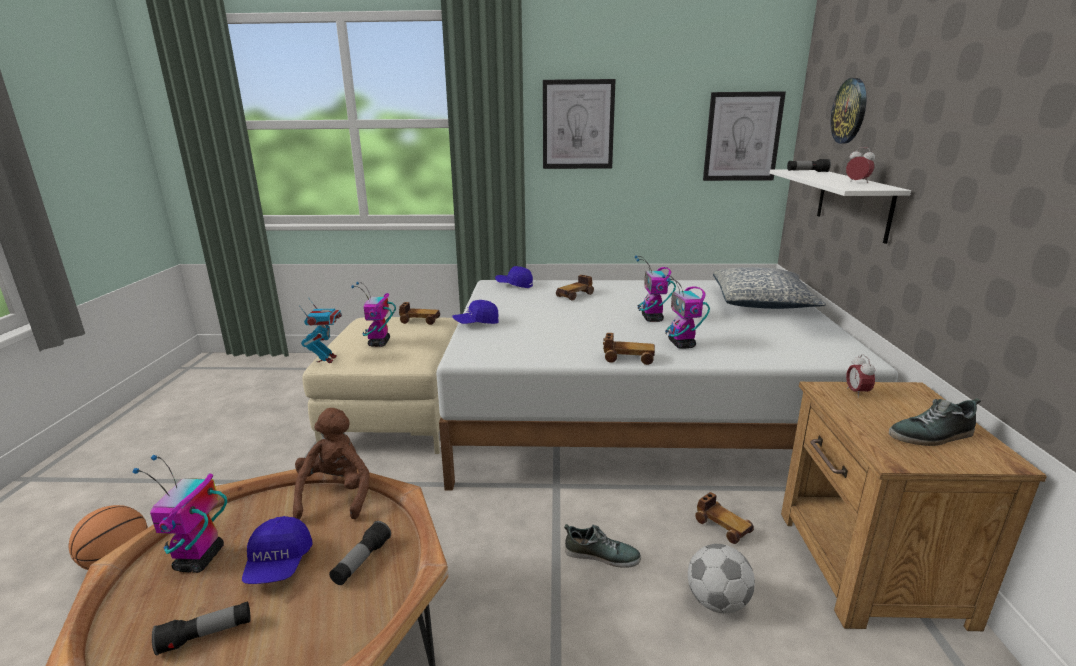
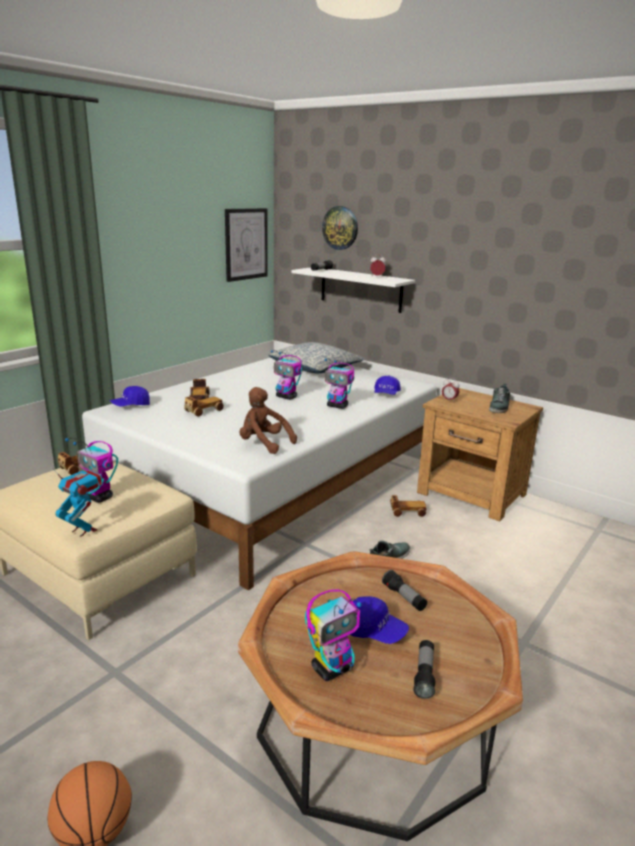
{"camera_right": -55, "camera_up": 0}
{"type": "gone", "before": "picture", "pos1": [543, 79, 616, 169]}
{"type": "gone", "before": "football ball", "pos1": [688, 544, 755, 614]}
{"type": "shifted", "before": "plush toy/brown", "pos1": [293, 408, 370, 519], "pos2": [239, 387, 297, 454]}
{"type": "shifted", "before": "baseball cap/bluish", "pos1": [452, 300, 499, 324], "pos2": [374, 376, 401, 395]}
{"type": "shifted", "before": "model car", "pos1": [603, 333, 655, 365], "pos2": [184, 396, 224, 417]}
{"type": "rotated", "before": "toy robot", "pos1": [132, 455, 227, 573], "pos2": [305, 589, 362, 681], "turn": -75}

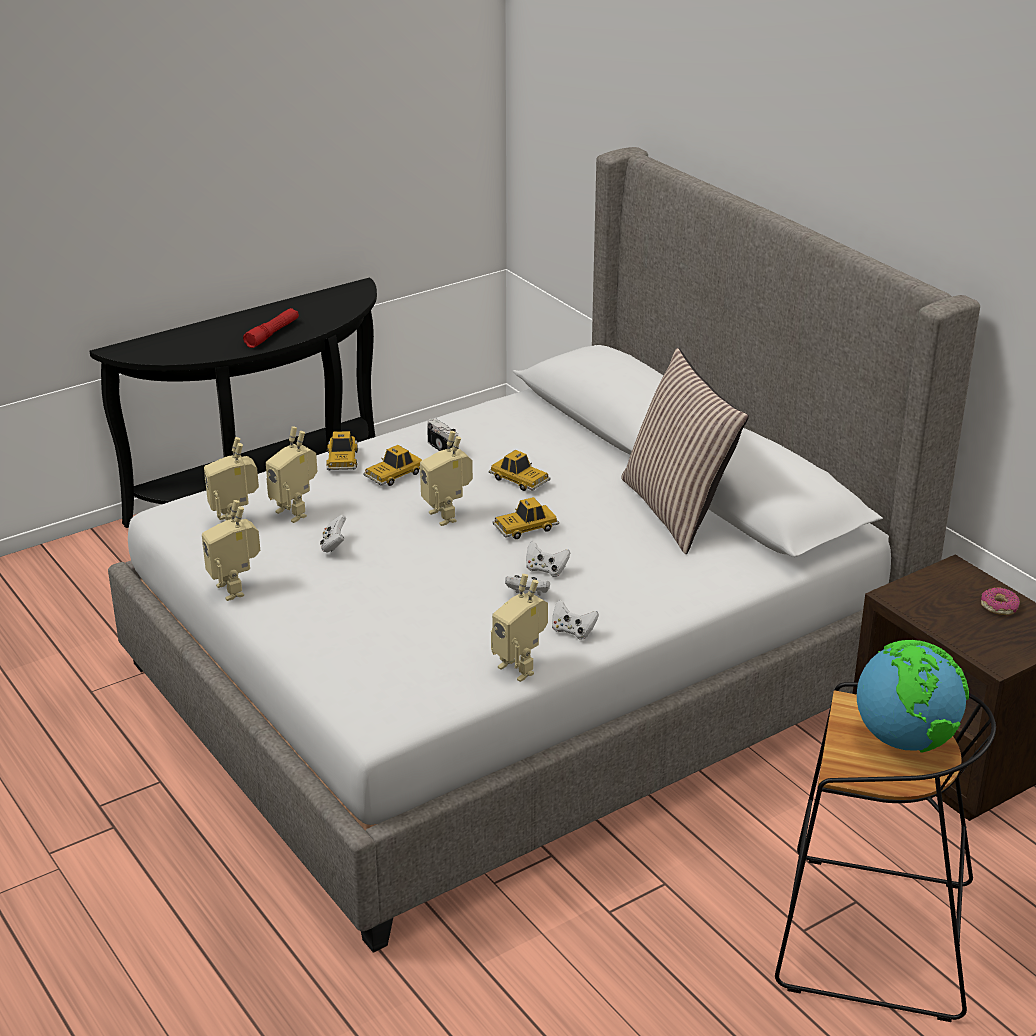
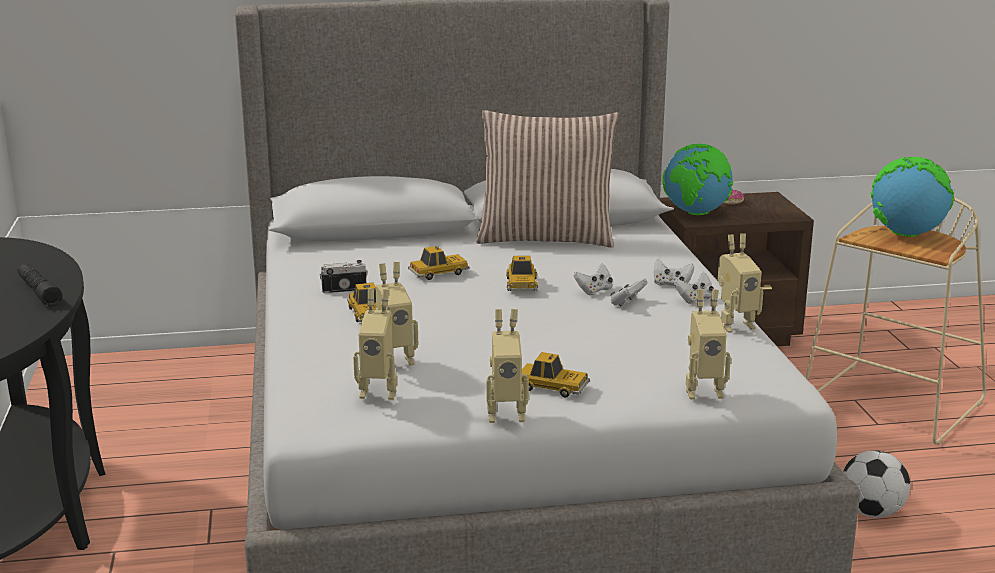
{"camera_right": -65, "camera_up": -10}
{"type": "new", "after": "world globe", "pos2": [662, 144, 733, 215]}
{"type": "new", "after": "football ball", "pos2": [843, 450, 910, 518]}
{"type": "shifted", "before": "game controller/whitish", "pos1": [320, 515, 346, 553], "pos2": [654, 259, 694, 286]}
{"type": "shifted", "before": "model car", "pos1": [326, 431, 358, 470], "pos2": [522, 352, 590, 397]}
{"type": "shifted", "before": "toy robot", "pos1": [420, 431, 473, 526], "pos2": [686, 289, 731, 399]}
{"type": "repainted", "before": "torch/red-coloured", "after": "torch/black", "pos1": [243, 308, 299, 348], "pos2": [17, 264, 62, 306]}
{"type": "repainted", "before": "stool seat/black", "after": "stool seat/beige-coloured", "pos1": [775, 682, 996, 1022], "pos2": [805, 198, 986, 445]}

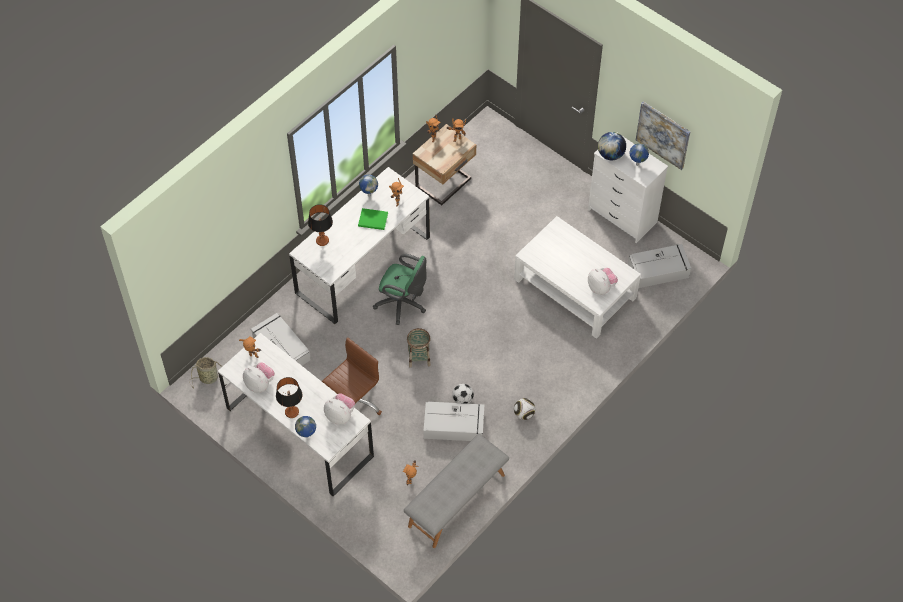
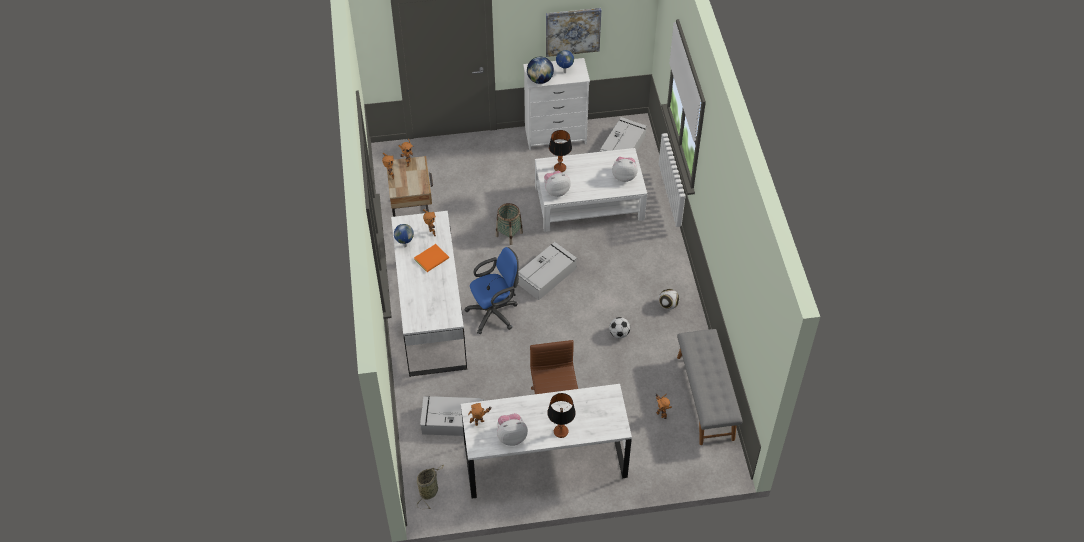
{"camera_right": -50, "camera_up": -5}
{"type": "gone", "before": "world globe", "pos1": [295, 416, 316, 438]}
{"type": "shifted", "before": "tabletop lamp", "pos1": [308, 204, 333, 246], "pos2": [549, 130, 572, 172]}
{"type": "shifted", "before": "plush toy", "pos1": [324, 394, 355, 425], "pos2": [544, 171, 571, 197]}
{"type": "shifted", "before": "household basket", "pos1": [407, 328, 431, 368], "pos2": [496, 203, 523, 245]}
{"type": "shifted", "before": "storage box/gray", "pos1": [424, 402, 484, 441], "pos2": [518, 242, 577, 300]}
{"type": "repainted", "before": "bound book/greenish", "after": "bound book/orangey", "pos1": [358, 208, 388, 230], "pos2": [414, 244, 449, 272]}
{"type": "repainted", "before": "desk chair/greenish", "after": "desk chair/bluish", "pos1": [373, 254, 427, 325], "pos2": [464, 247, 519, 334]}

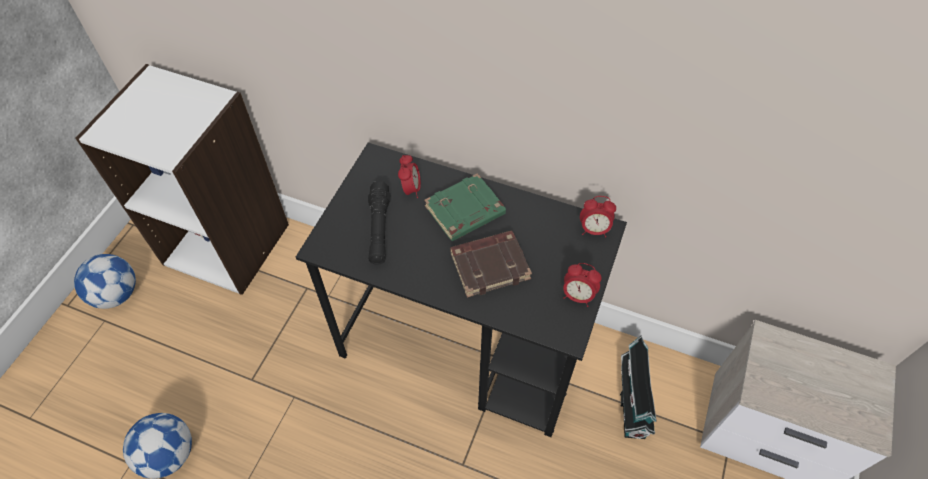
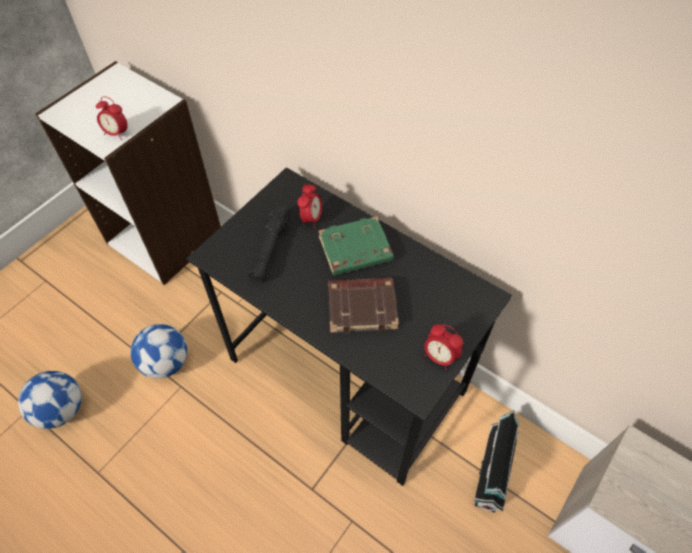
{"camera_right": 15, "camera_up": 0}
{"type": "shifted", "before": "football ball", "pos1": [74, 254, 136, 309], "pos2": [131, 324, 187, 379]}
{"type": "shifted", "before": "table clock", "pos1": [580, 196, 616, 237], "pos2": [96, 96, 128, 140]}

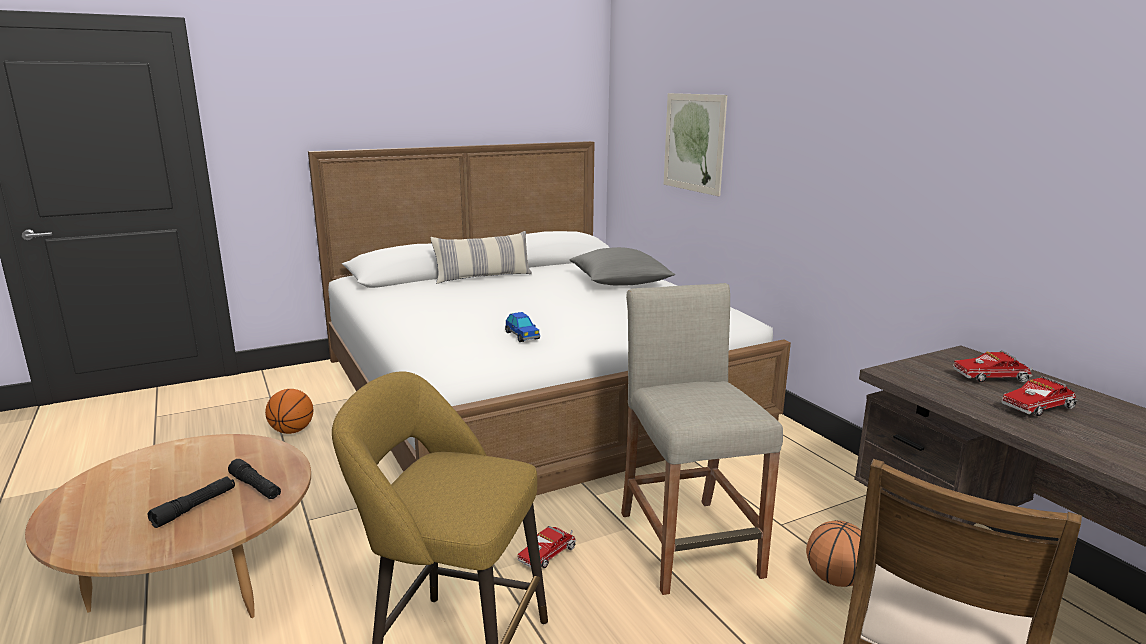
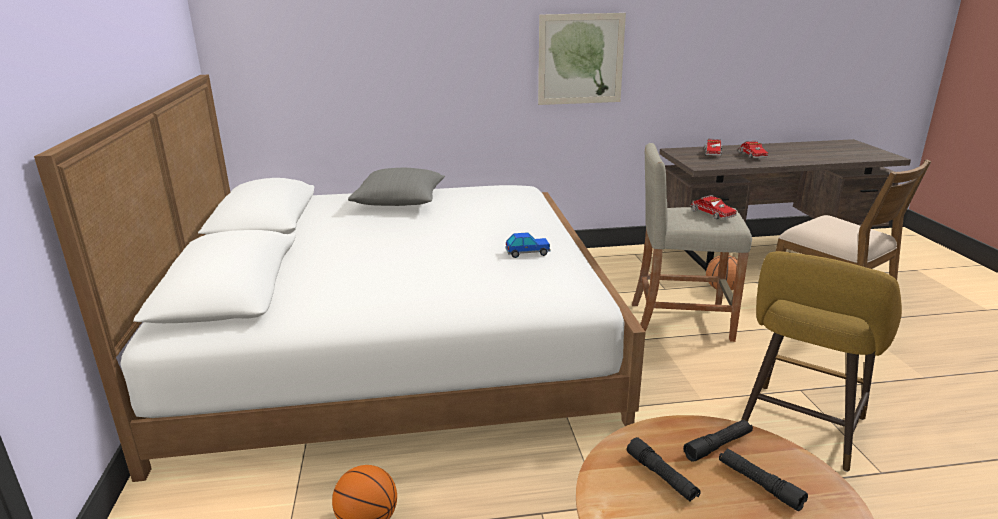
{"camera_right": -70, "camera_up": 5}
{"type": "gone", "before": "throw pillow", "pos1": [430, 231, 532, 284]}
{"type": "new", "after": "torch/black", "pos2": [627, 437, 701, 502]}
{"type": "shifted", "before": "toy lorry", "pos1": [517, 526, 577, 569], "pos2": [690, 195, 737, 219]}
{"type": "shifted", "before": "picture", "pos1": [664, 93, 727, 196], "pos2": [538, 13, 626, 105]}

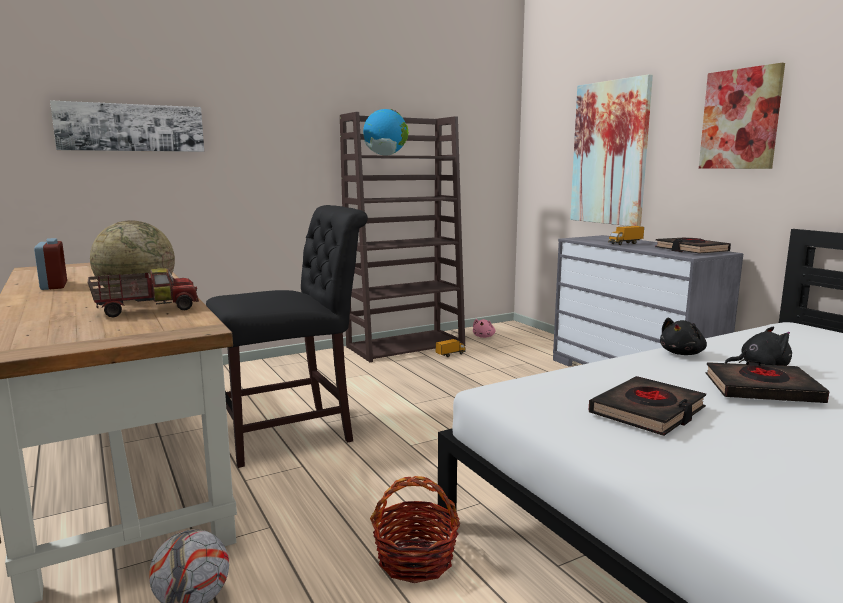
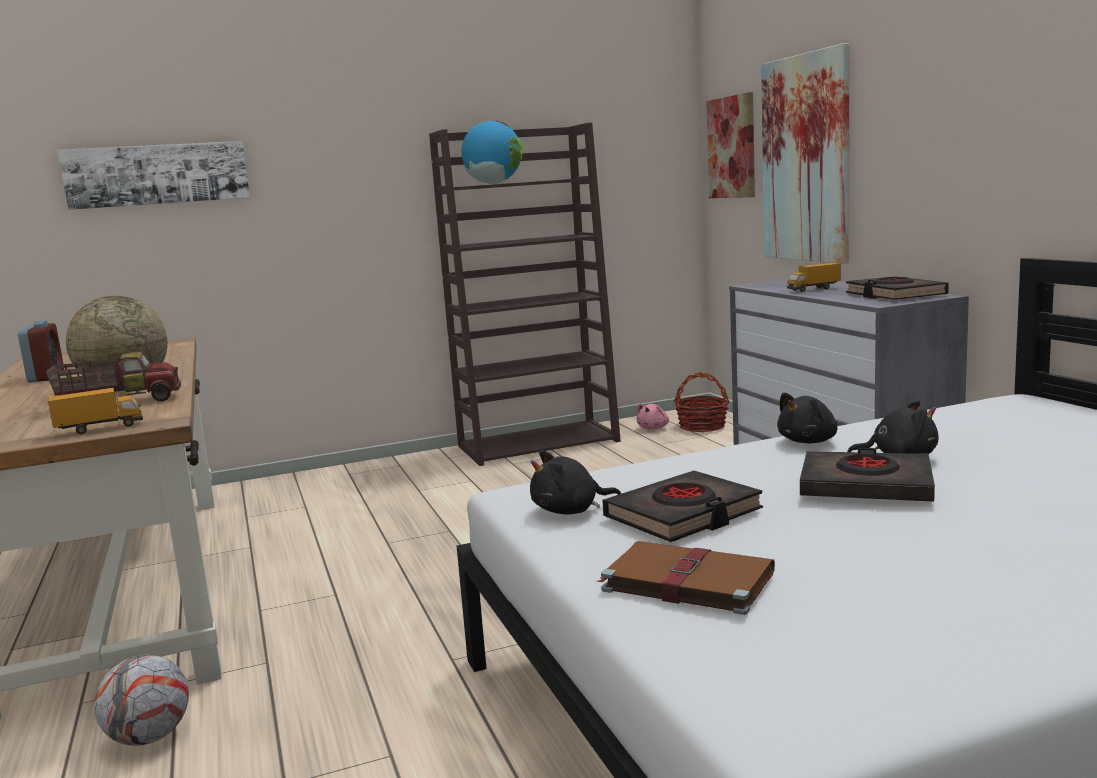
{"camera_right": 10, "camera_up": 0}
{"type": "gone", "before": "upright chair/black", "pos1": [206, 205, 368, 468]}
{"type": "new", "after": "plush toy/black", "pos2": [530, 450, 621, 515]}
{"type": "new", "after": "bound book/brown", "pos2": [597, 541, 775, 615]}
{"type": "shifted", "before": "household basket", "pos1": [370, 476, 460, 583], "pos2": [673, 372, 729, 432]}
{"type": "shifted", "before": "toy lorry", "pos1": [436, 339, 466, 357], "pos2": [48, 388, 143, 434]}
{"type": "shifted", "before": "picture", "pos1": [699, 63, 785, 169], "pos2": [706, 92, 755, 198]}

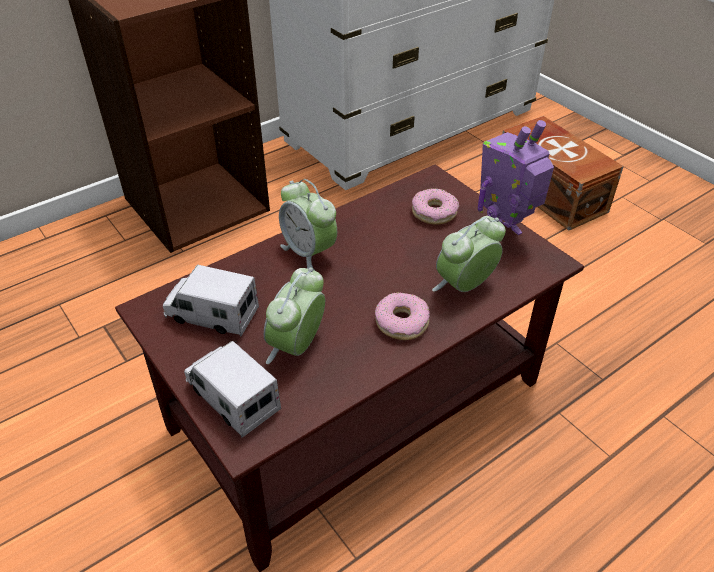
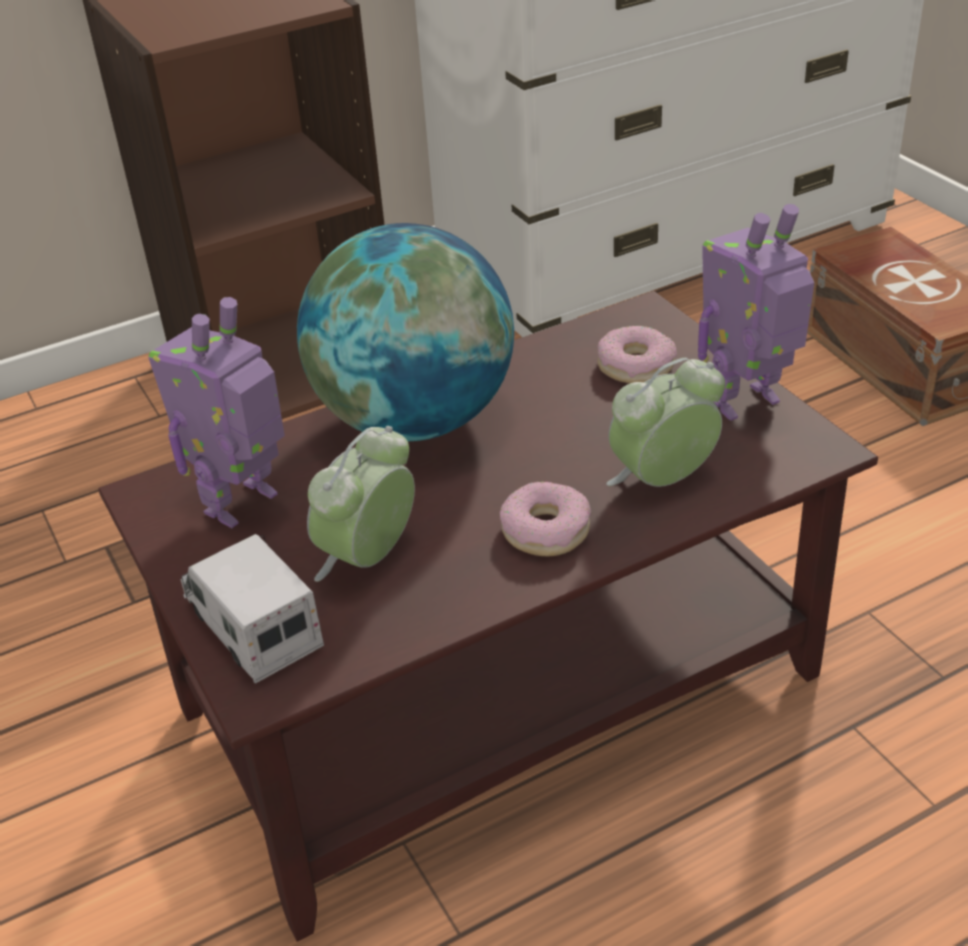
{"camera_right": 10, "camera_up": -5}
{"type": "swapped", "before": "toy lorry", "after": "toy robot", "pos1": [163, 265, 259, 336], "pos2": [148, 297, 285, 528]}
{"type": "swapped", "before": "table clock", "after": "world globe", "pos1": [279, 179, 337, 271], "pos2": [297, 223, 514, 441]}

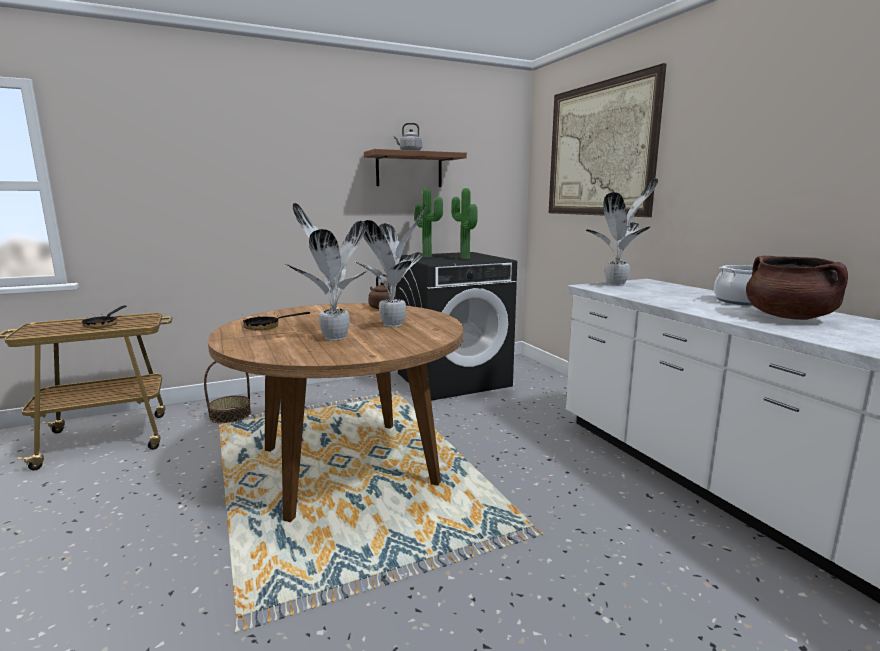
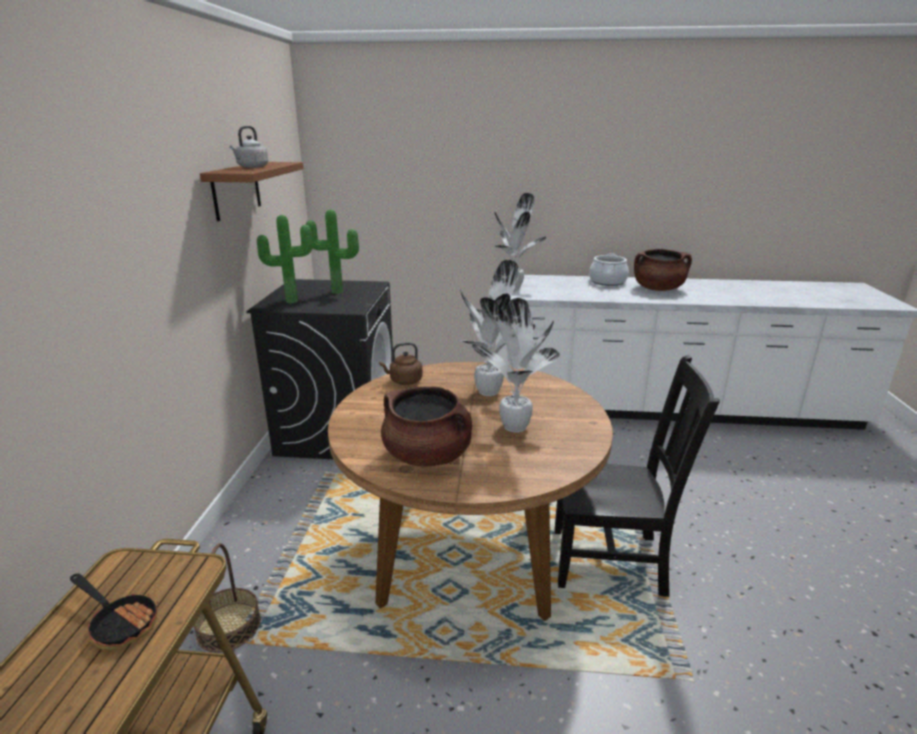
{"camera_right": -60, "camera_up": 10}
{"type": "gone", "before": "picture", "pos1": [549, 63, 667, 217]}
{"type": "new", "after": "upright chair/black", "pos2": [555, 355, 720, 597]}
{"type": "swapped", "before": "skillet", "after": "saucepot/brown", "pos1": [243, 312, 310, 330], "pos2": [381, 387, 472, 466]}

